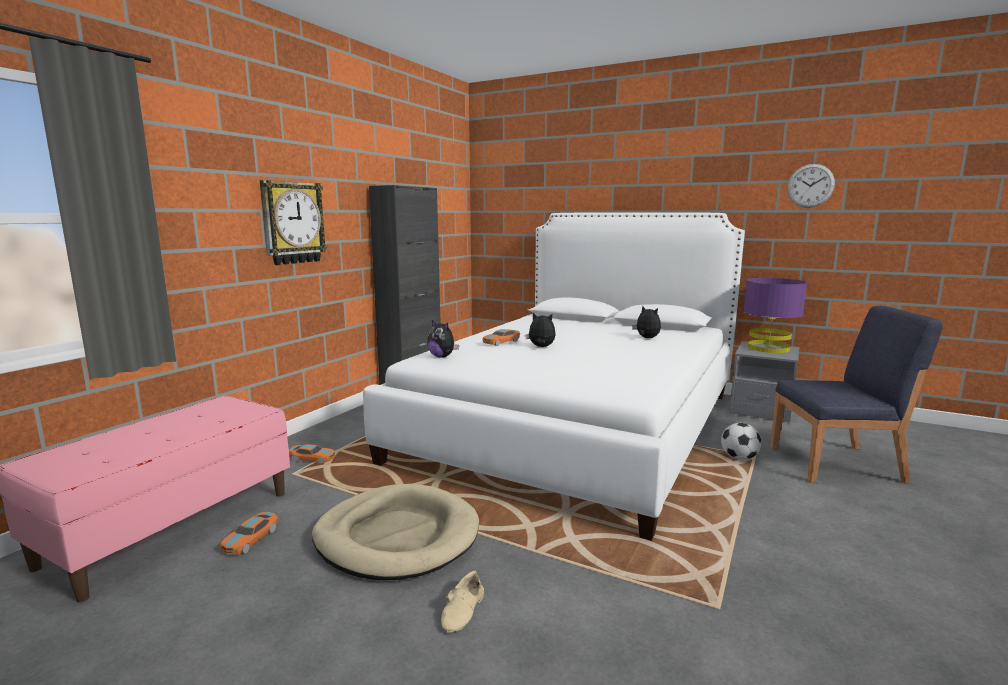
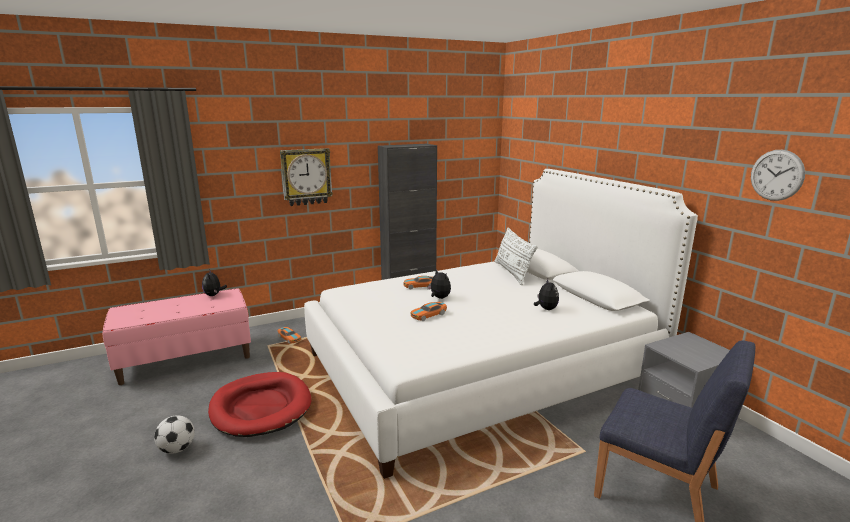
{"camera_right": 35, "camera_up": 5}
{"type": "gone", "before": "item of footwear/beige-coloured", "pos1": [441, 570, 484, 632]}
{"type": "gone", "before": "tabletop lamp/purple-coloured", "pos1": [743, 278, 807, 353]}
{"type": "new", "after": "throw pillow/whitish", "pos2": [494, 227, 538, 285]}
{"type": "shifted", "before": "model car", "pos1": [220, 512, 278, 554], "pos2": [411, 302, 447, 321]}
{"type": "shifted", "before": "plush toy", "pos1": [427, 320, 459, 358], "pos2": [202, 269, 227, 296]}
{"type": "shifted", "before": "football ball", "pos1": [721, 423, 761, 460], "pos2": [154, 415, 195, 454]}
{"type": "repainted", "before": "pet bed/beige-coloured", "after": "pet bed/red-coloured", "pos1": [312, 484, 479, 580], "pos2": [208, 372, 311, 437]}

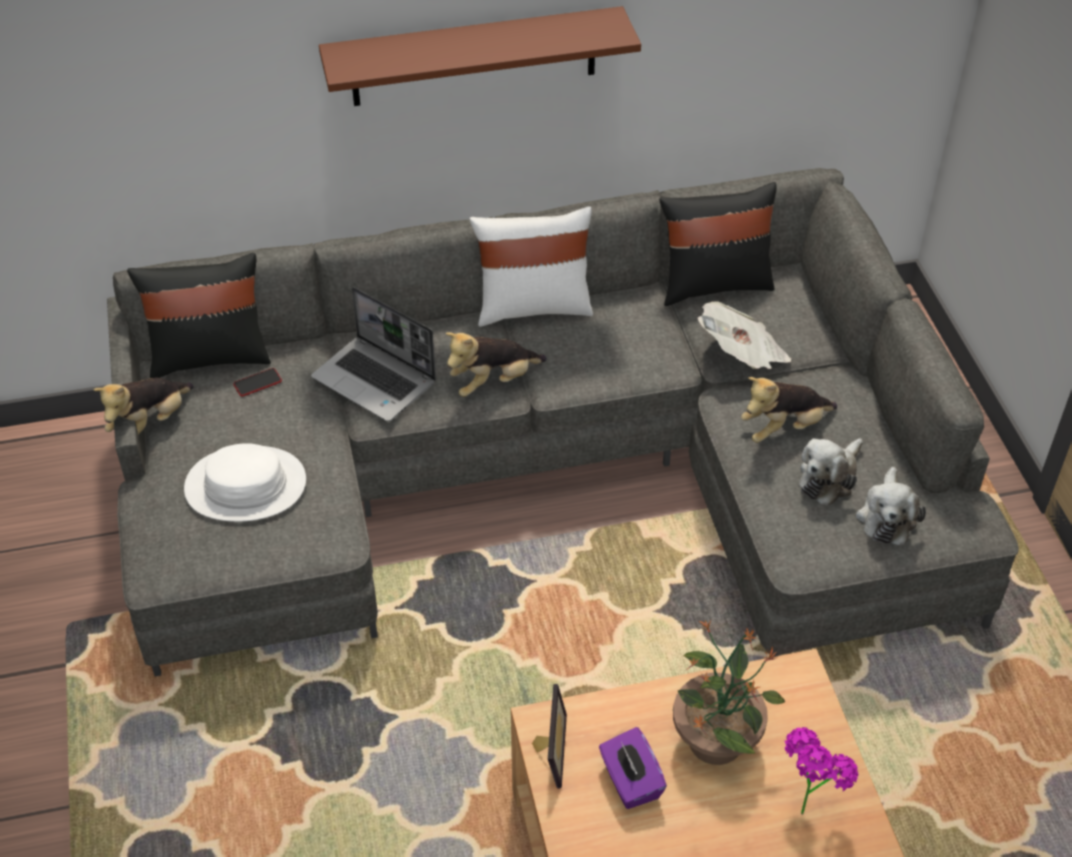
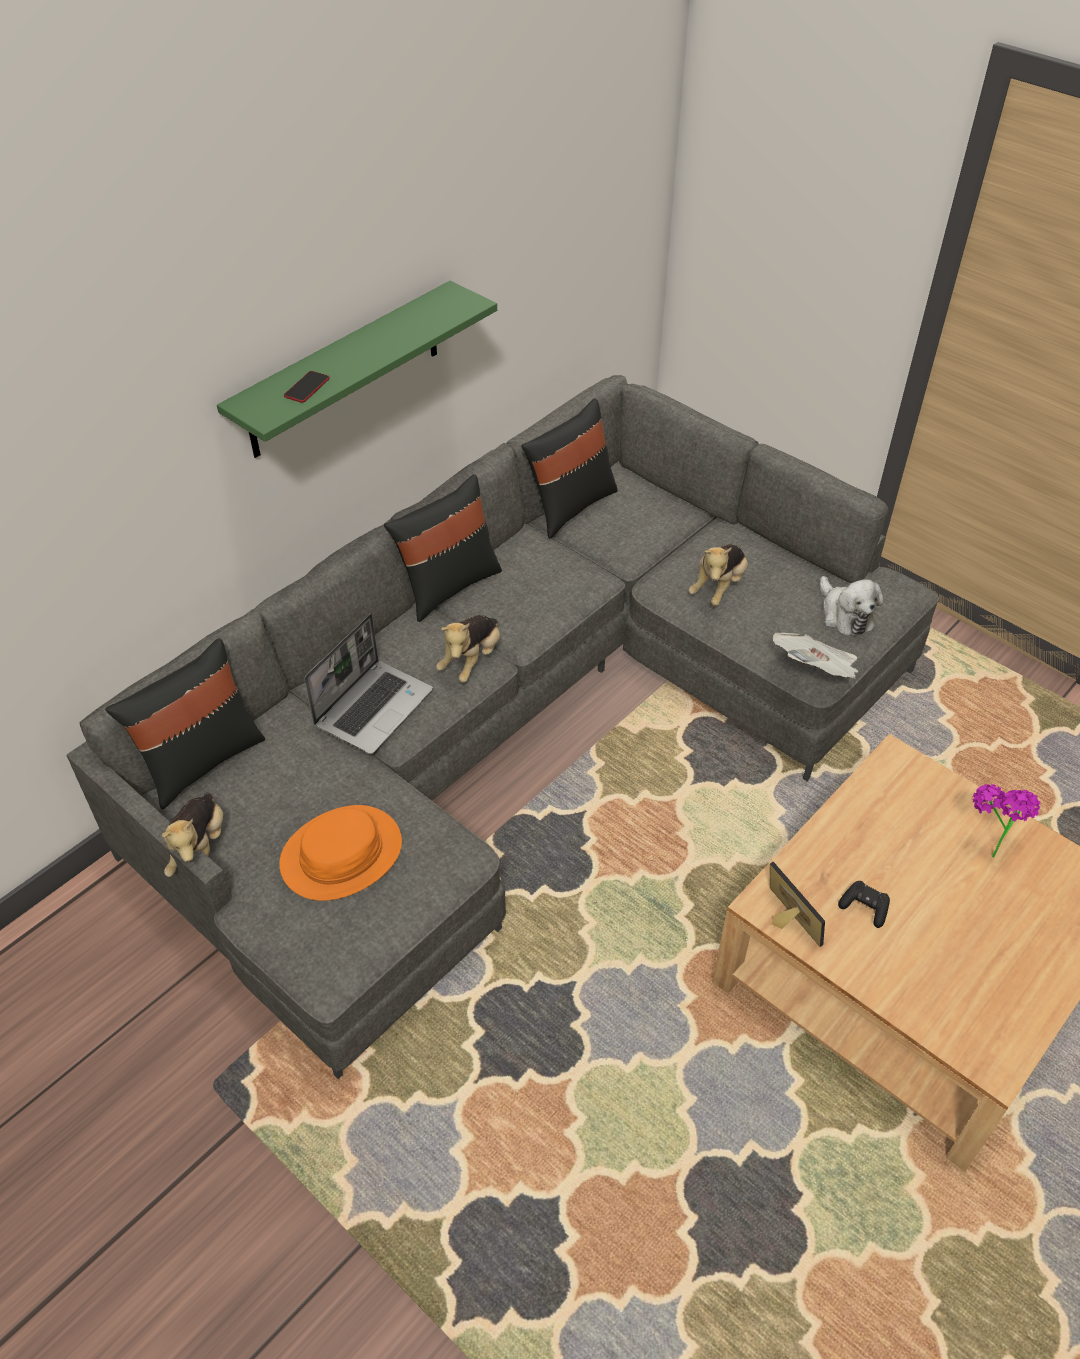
{"camera_right": -35, "camera_up": 0}
{"type": "gone", "before": "plant in a pot", "pos1": [673, 619, 785, 765]}
{"type": "gone", "before": "plush toy", "pos1": [799, 438, 863, 506]}
{"type": "shifted", "before": "phone", "pos1": [233, 368, 282, 397], "pos2": [284, 371, 330, 403]}
{"type": "shifted", "before": "newspaper", "pos1": [697, 301, 791, 369], "pos2": [773, 633, 859, 678]}
{"type": "swapped", "before": "box of tissues/purple-coloured", "after": "game controller/black", "pos1": [599, 727, 667, 809], "pos2": [838, 881, 890, 928]}
{"type": "repainted", "before": "clothing hat/whitish", "after": "clothing hat/orangey", "pos1": [184, 443, 306, 522], "pos2": [279, 805, 402, 901]}
{"type": "repainted", "before": "bracket shelf/brown", "after": "bracket shelf/greenish", "pos1": [319, 6, 641, 106], "pos2": [217, 281, 497, 458]}
{"type": "repainted", "before": "throw pillow/whitish", "after": "throw pillow/black", "pos1": [469, 206, 593, 327], "pos2": [384, 474, 502, 622]}
{"type": "rotated", "before": "portable computer", "pos1": [311, 287, 436, 422], "pos2": [304, 614, 433, 754], "turn": -60}

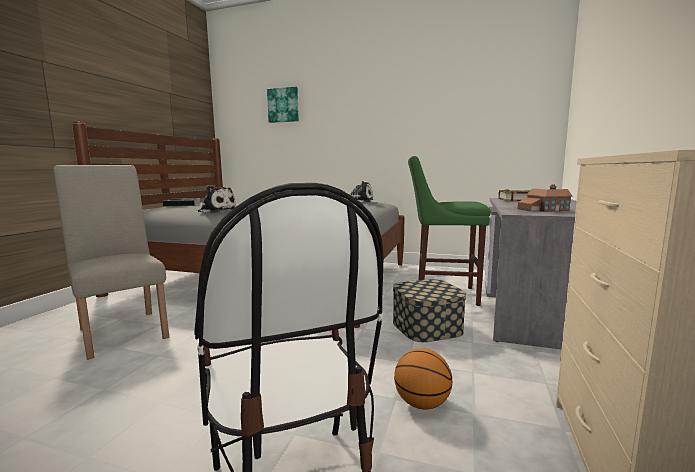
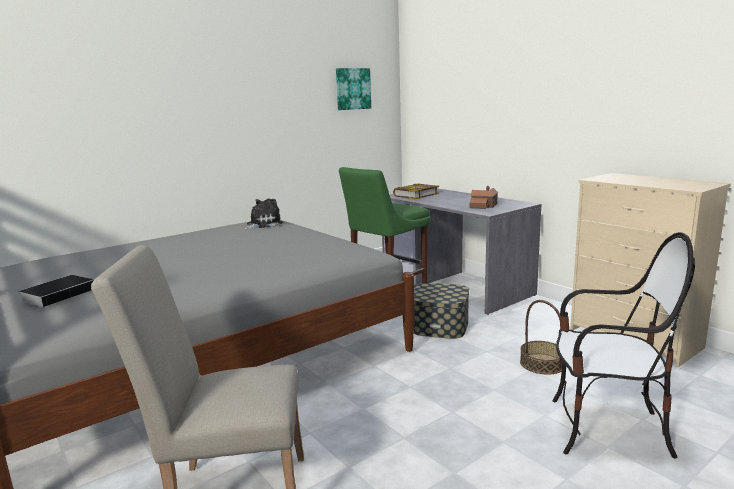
{"camera_right": -55, "camera_up": 5}
{"type": "gone", "before": "plush toy", "pos1": [197, 185, 235, 213]}
{"type": "shifted", "before": "picture", "pos1": [267, 87, 299, 123], "pos2": [336, 68, 371, 110]}
{"type": "swapped", "before": "basketball", "after": "household basket", "pos1": [394, 348, 452, 410], "pos2": [520, 300, 562, 375]}

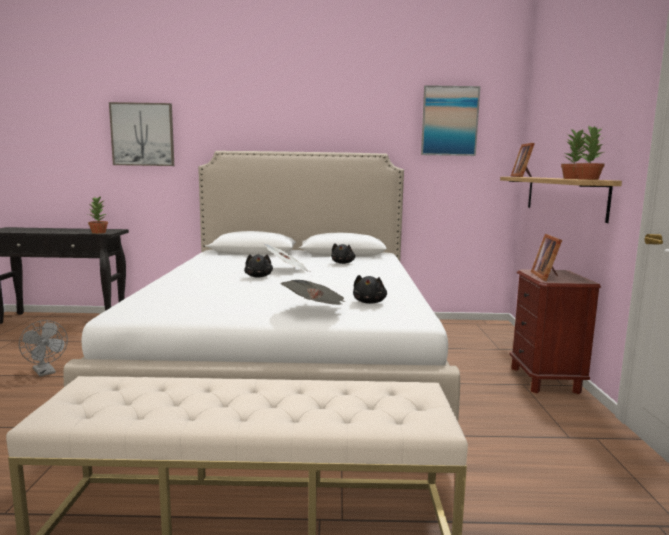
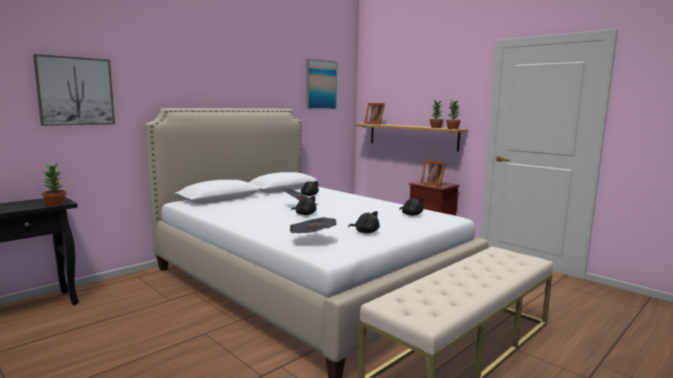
{"camera_right": -45, "camera_up": 0}
{"type": "gone", "before": "electric fan/gray", "pos1": [19, 320, 68, 377]}
{"type": "new", "after": "plush toy/black", "pos2": [348, 211, 380, 233]}
{"type": "shifted", "before": "newspaper", "pos1": [280, 280, 345, 305], "pos2": [290, 217, 337, 233]}

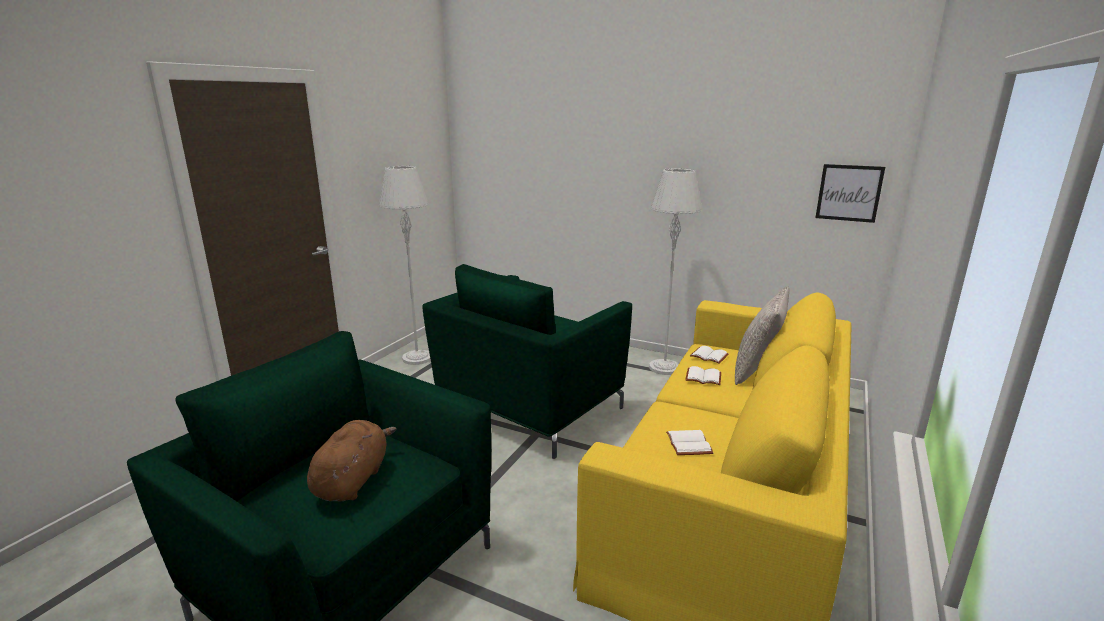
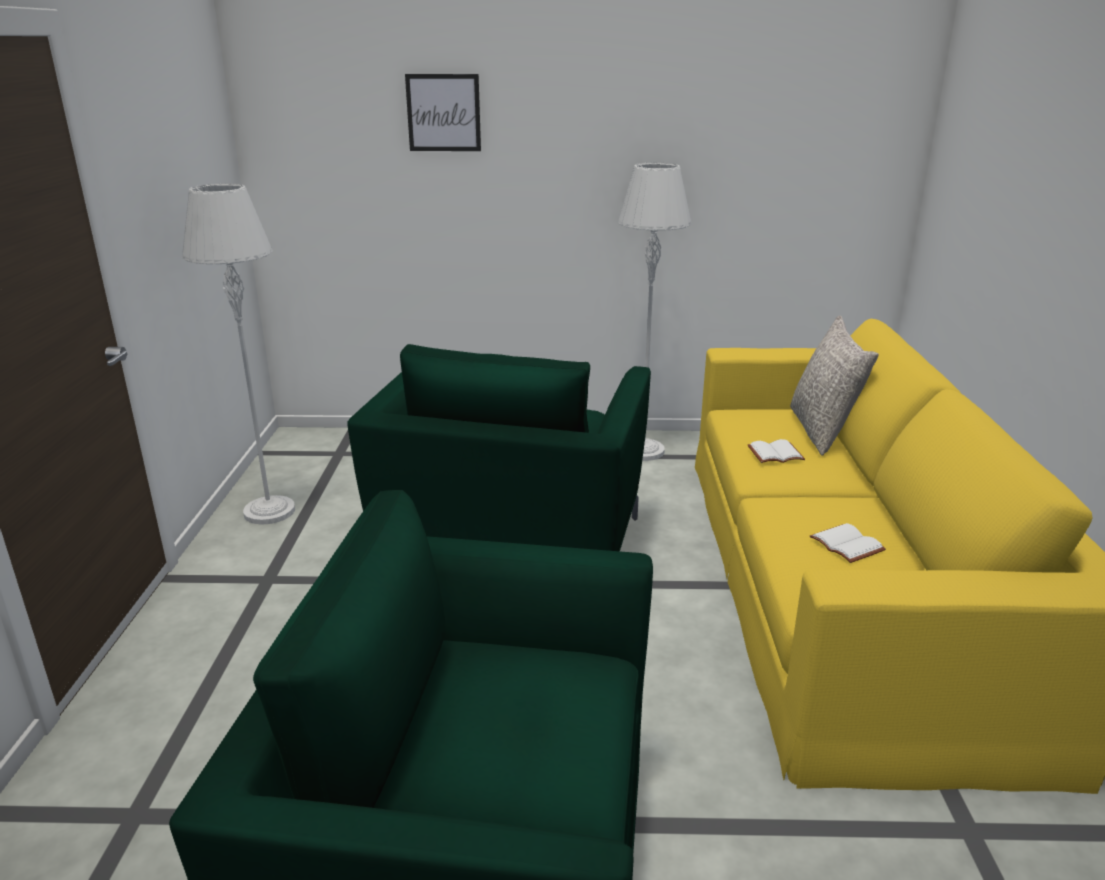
{"camera_right": -25, "camera_up": 5}
{"type": "gone", "before": "plush toy/brown", "pos1": [307, 420, 396, 502]}
{"type": "gone", "before": "bound book/whitish", "pos1": [690, 346, 729, 364]}
{"type": "shifted", "before": "picture", "pos1": [816, 164, 885, 223], "pos2": [405, 74, 481, 151]}

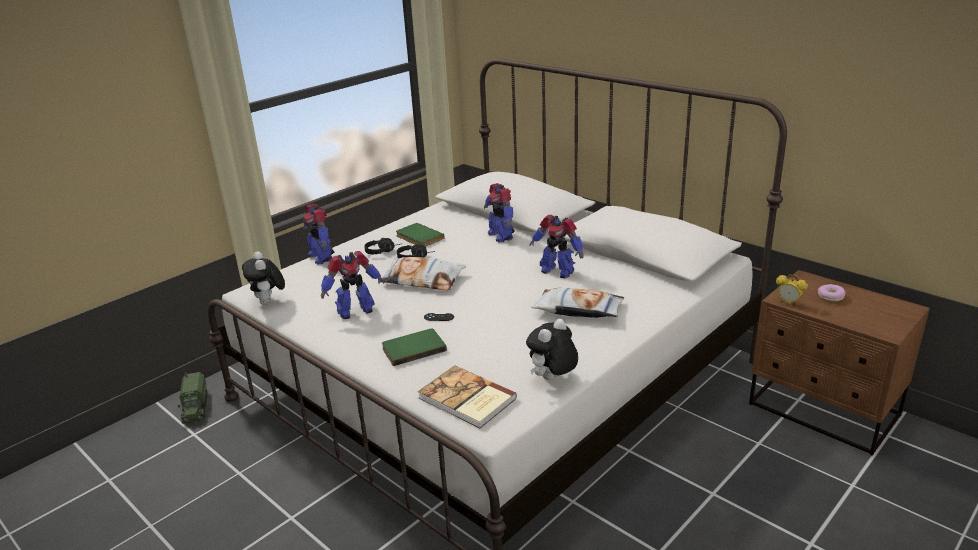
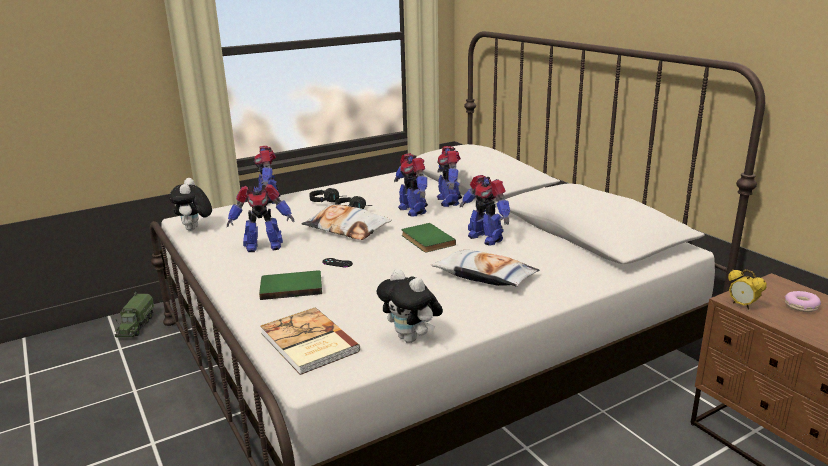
{"camera_right": 15, "camera_up": -5}
{"type": "new", "after": "toy robot", "pos2": [394, 153, 428, 217]}
{"type": "shifted", "before": "bound book/greenish", "pos1": [396, 223, 444, 247], "pos2": [402, 223, 456, 252]}
{"type": "rotated", "before": "plush toy", "pos1": [526, 319, 578, 380], "pos2": [376, 269, 443, 343], "turn": -105}

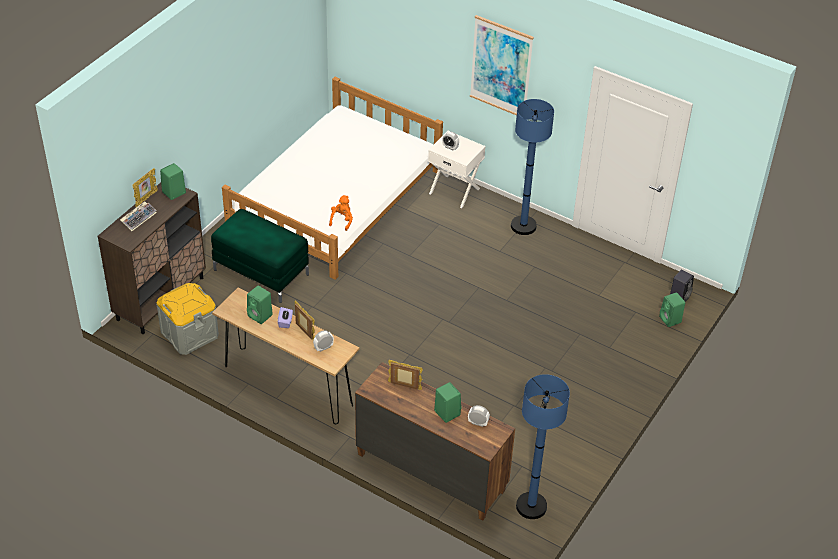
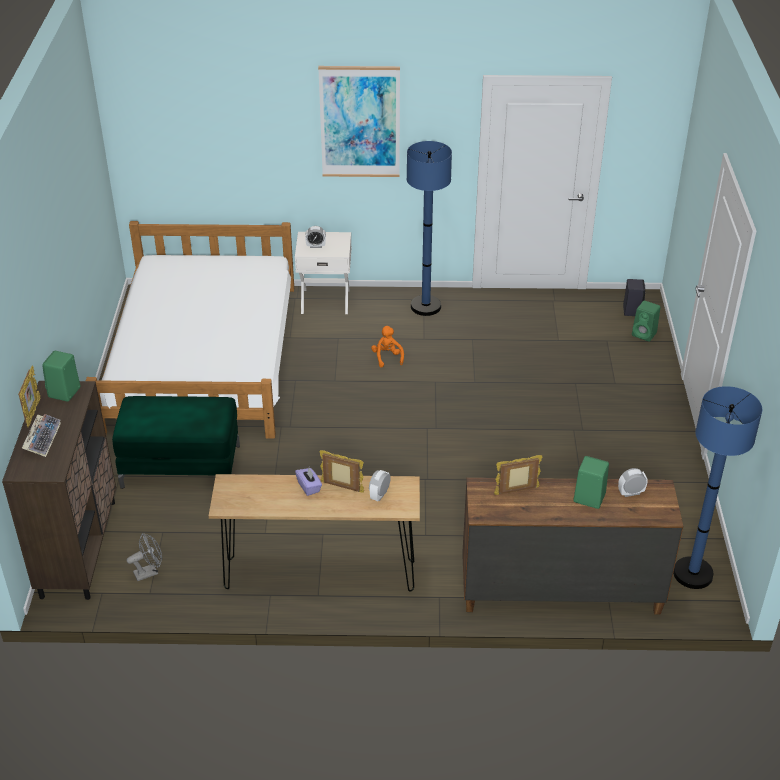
{"camera_right": -30, "camera_up": -5}
{"type": "gone", "before": "audio speaker/greenish", "pos1": [247, 286, 273, 324]}
{"type": "shifted", "before": "plush toy/orangey", "pos1": [329, 195, 353, 231], "pos2": [371, 326, 404, 368]}
{"type": "swapped", "before": "storage box/gray", "after": "electric fan/gray", "pos1": [156, 283, 219, 355], "pos2": [126, 533, 162, 581]}

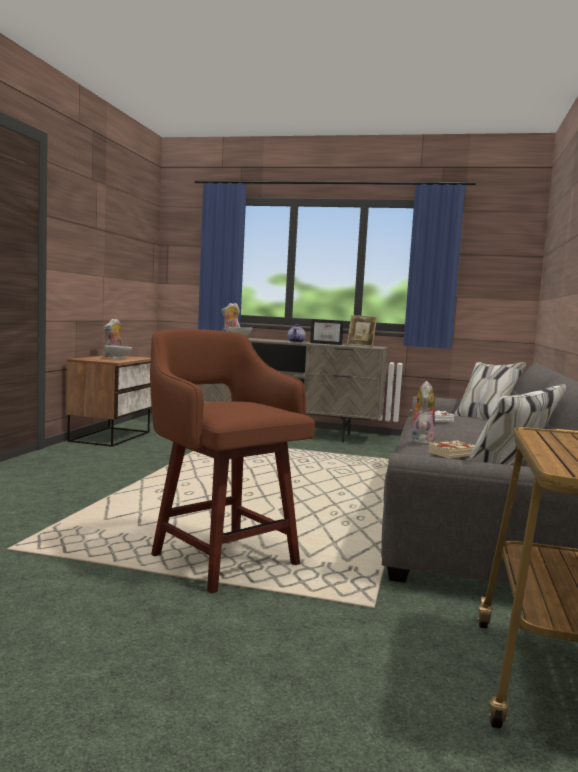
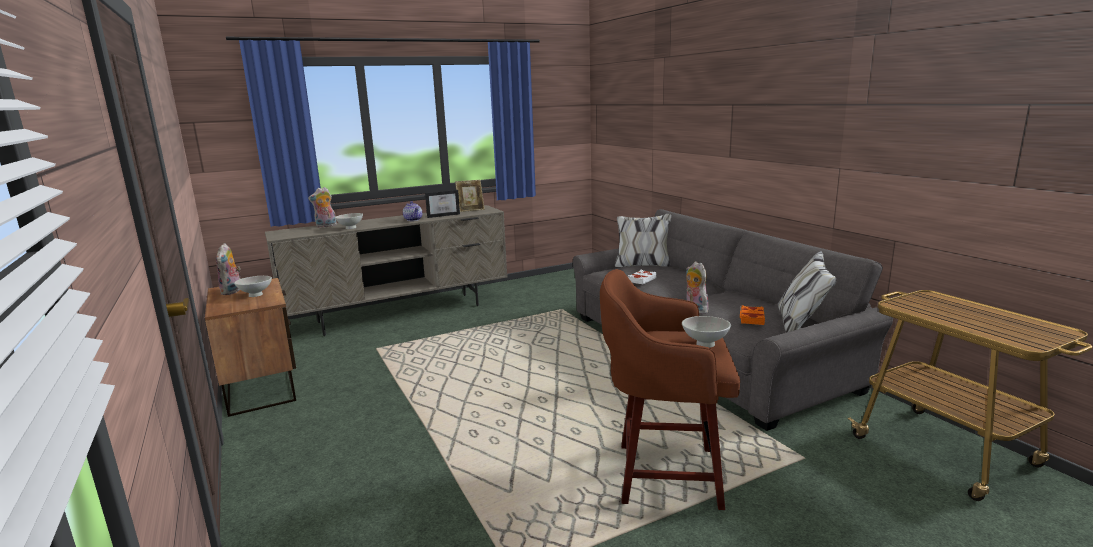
{"camera_right": -40, "camera_up": 10}
{"type": "new", "after": "bowl/whitish", "pos2": [682, 316, 731, 348]}
{"type": "repainted", "before": "bound book/beige-coloured", "after": "bound book/orangey", "pos1": [428, 440, 475, 458], "pos2": [740, 305, 765, 325]}

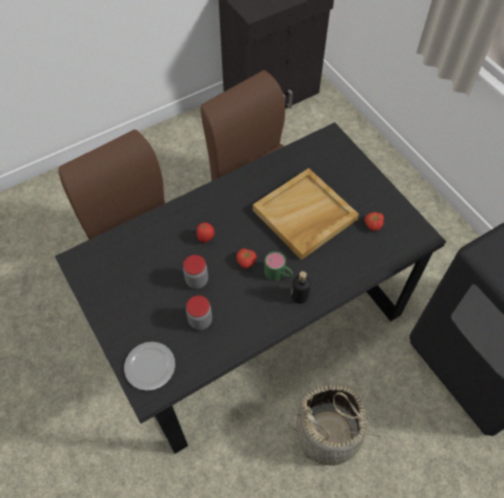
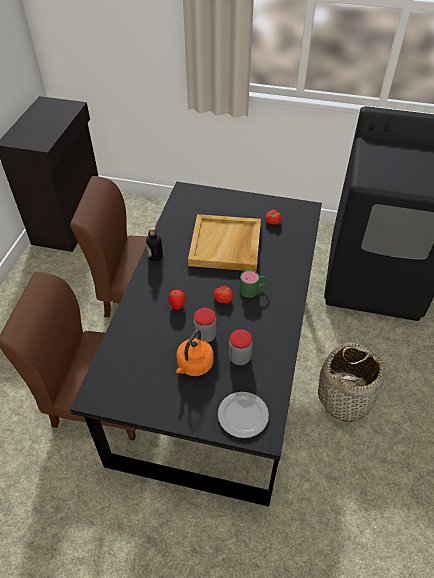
{"camera_right": -45, "camera_up": -10}
{"type": "new", "after": "water kettle/orangey", "pos2": [176, 330, 213, 376]}
{"type": "shifted", "before": "drink bottle", "pos1": [291, 271, 311, 304], "pos2": [146, 226, 163, 261]}

